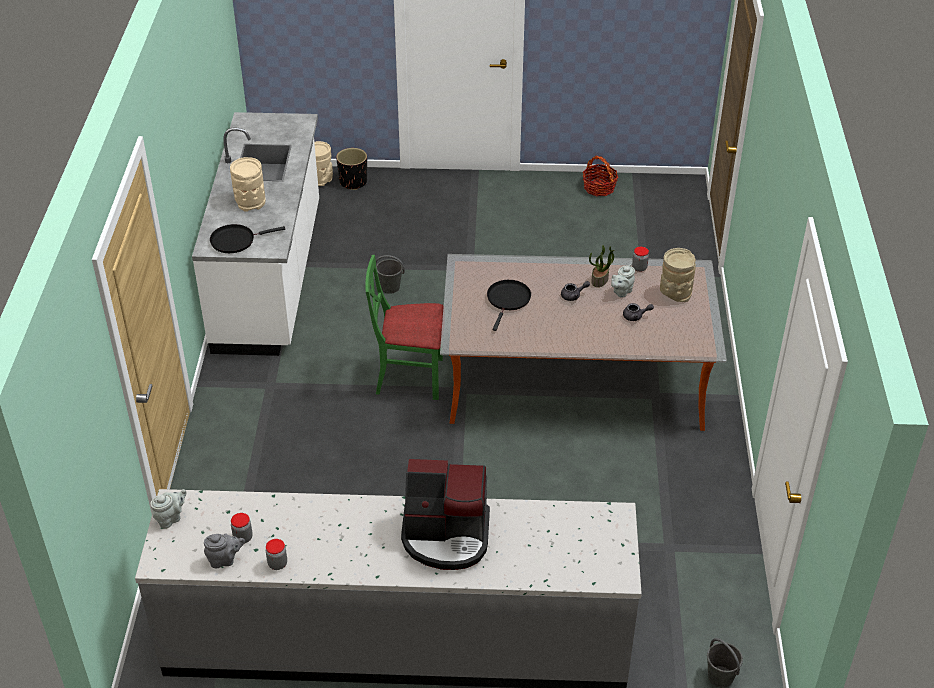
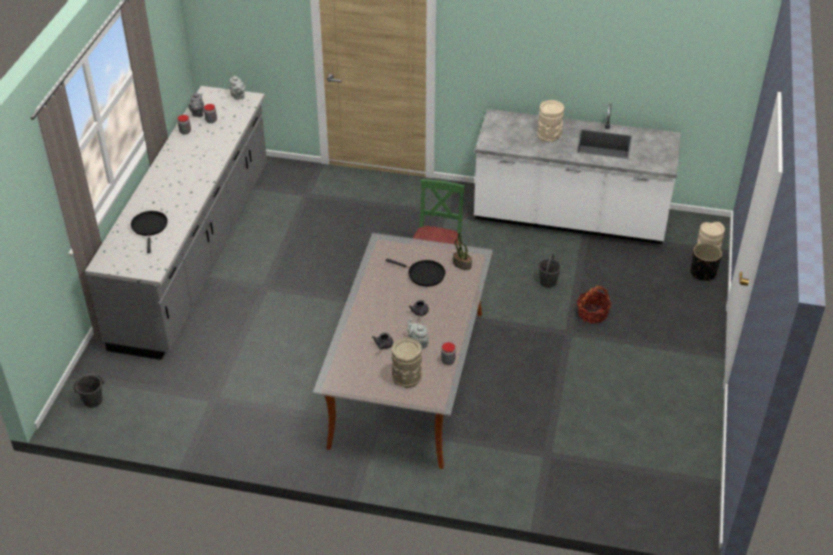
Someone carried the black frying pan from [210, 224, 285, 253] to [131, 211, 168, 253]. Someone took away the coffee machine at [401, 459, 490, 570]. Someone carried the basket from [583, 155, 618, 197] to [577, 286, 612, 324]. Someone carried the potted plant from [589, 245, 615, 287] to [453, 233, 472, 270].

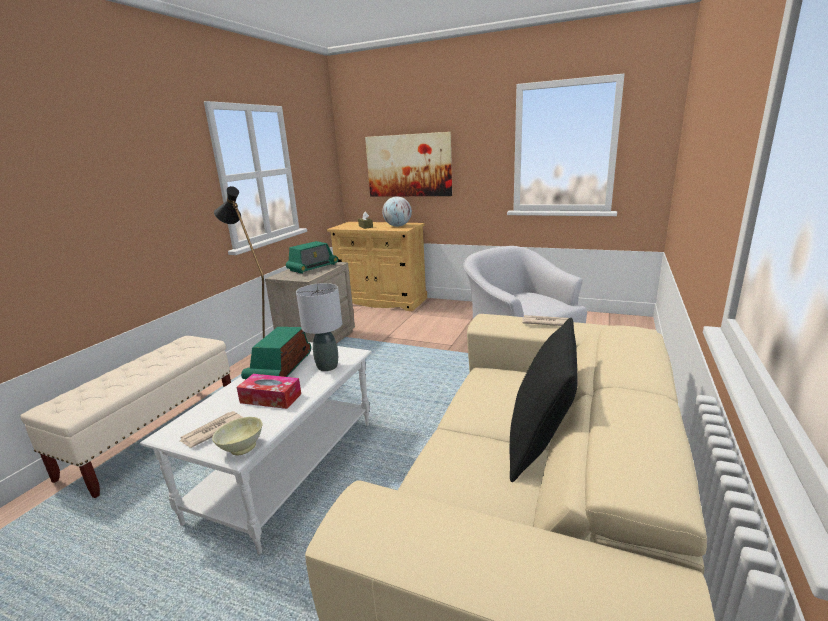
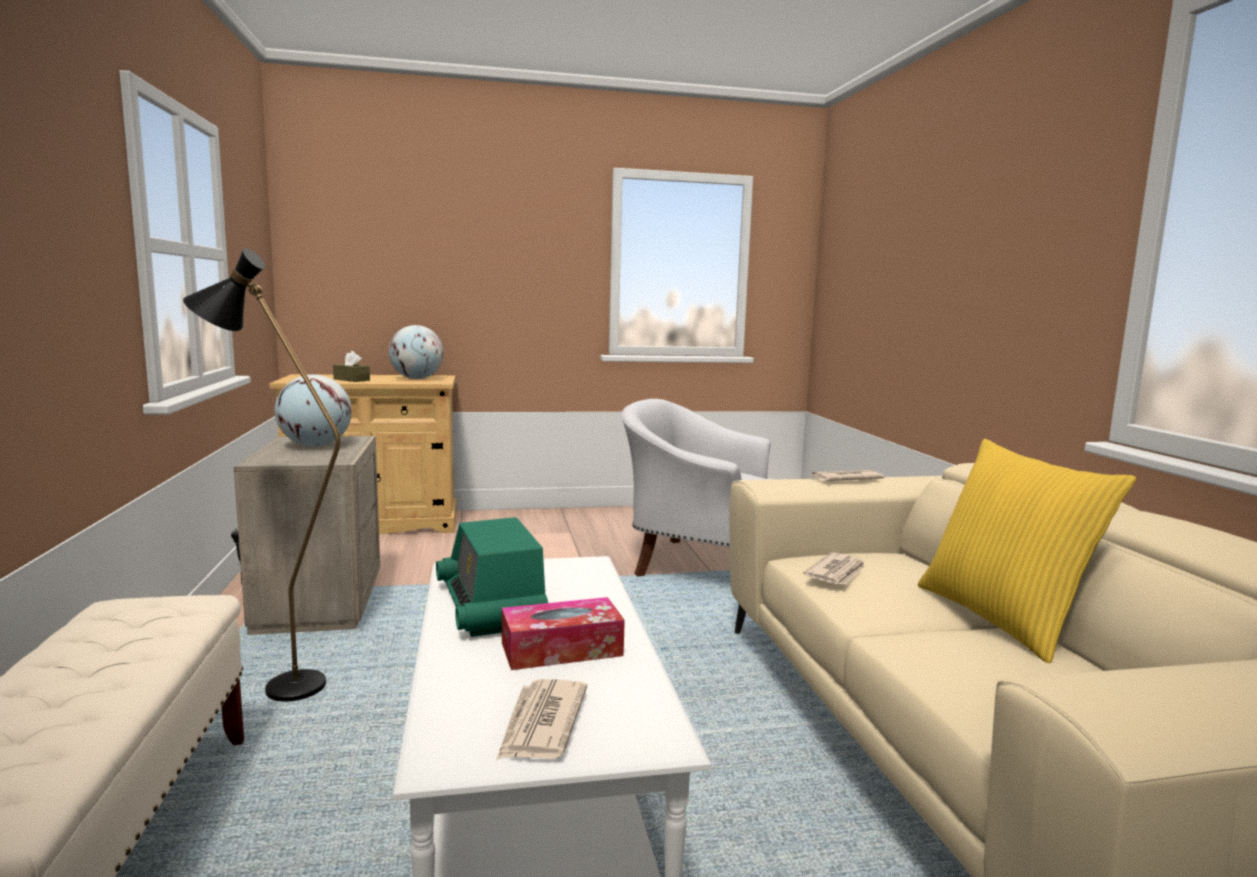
Someone took away the beige bowl at [212, 417, 263, 455]. Someone swapped the radio at [286, 241, 339, 274] for the globe at [275, 375, 352, 447]. Someone took away the grey table lamp at [296, 283, 342, 371]. Someone took away the picture at [365, 132, 452, 197]. Someone repainted the black pillow at [510, 318, 578, 482], which became the yellow pillow at [918, 439, 1136, 663]. Someone put down the newspaper at [803, 552, 865, 585].

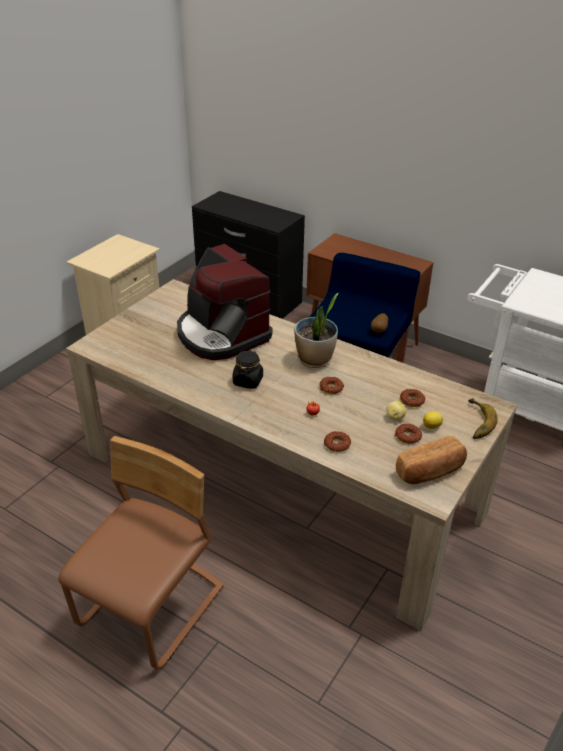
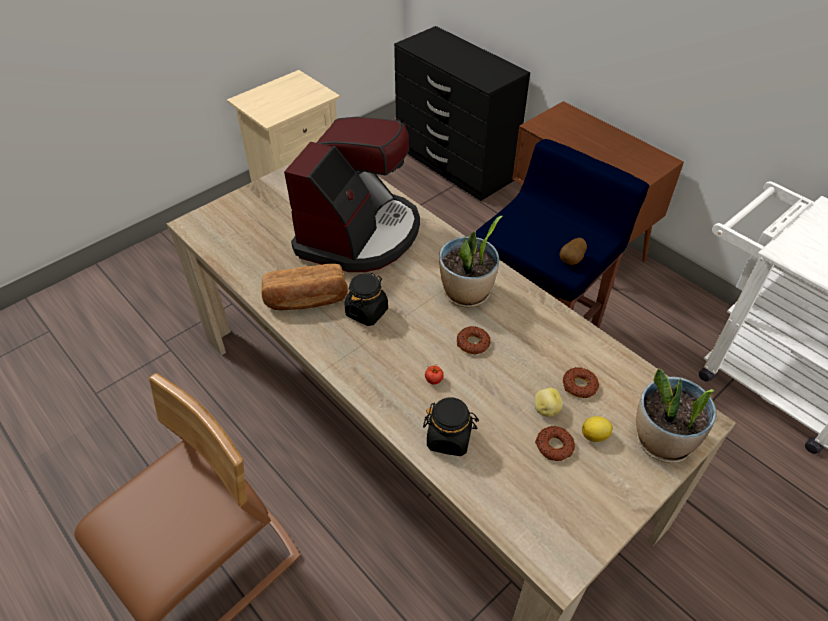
Someone rotated the coffee machine at [177, 244, 272, 360] by 135 degrees counterclockwise. Someone swapped the donut at [324, 431, 351, 452] for the black jar at [423, 397, 479, 456]. Someone carried the bread from [396, 436, 467, 484] to [261, 264, 348, 311]. Someone swapped the banana at [468, 398, 498, 439] for the potted plant at [636, 368, 717, 463].

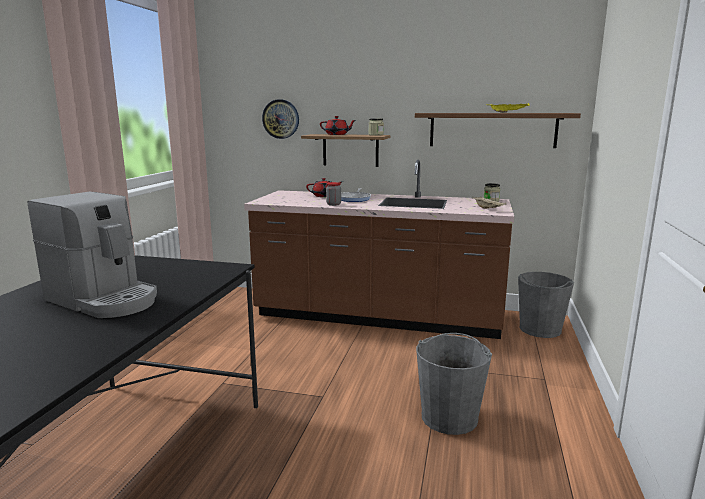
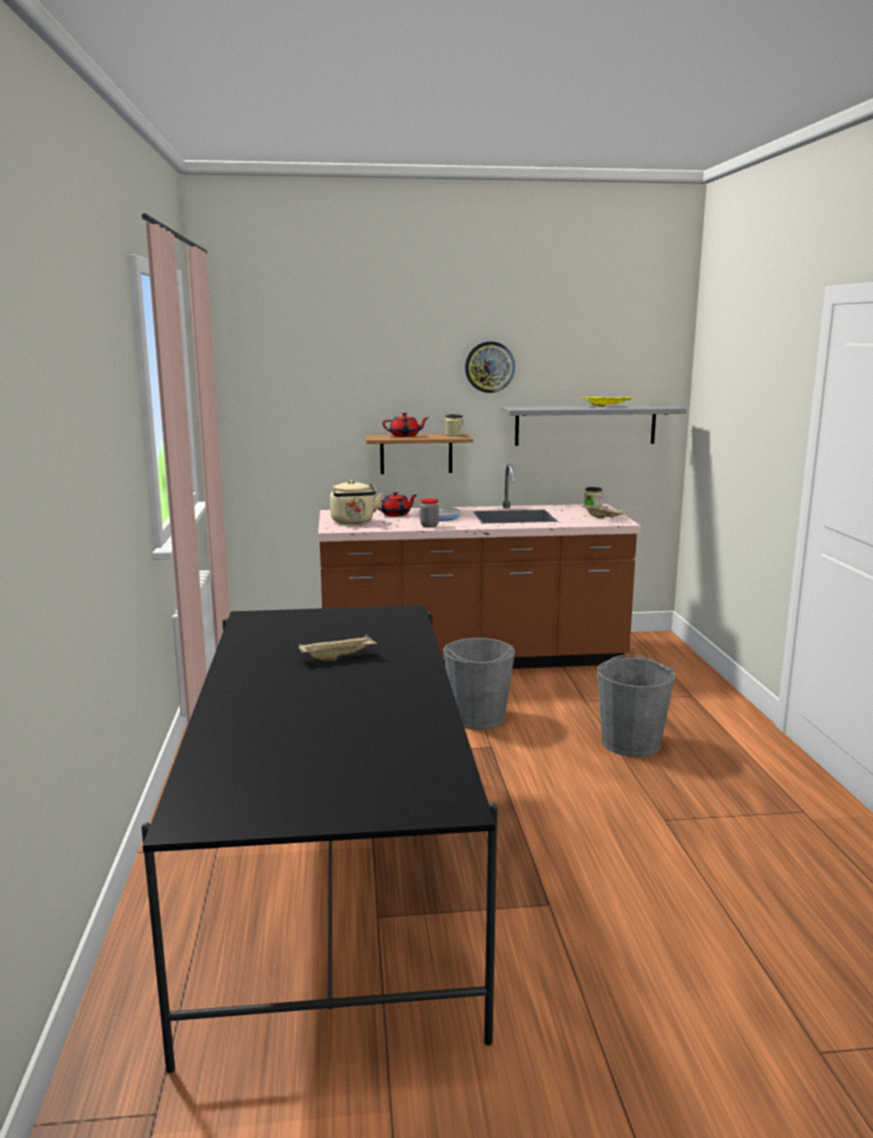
Someone swapped the coffee machine at [28, 192, 157, 318] for the beige tray at [298, 634, 377, 661]. Someone carried the wall clock from [262, 99, 299, 139] to [465, 341, 515, 393]. Someone repainted the brown shelf at [415, 113, 581, 148], which became the grey shelf at [501, 405, 687, 446]. Someone carried the grey bucket from [518, 272, 574, 338] to [443, 638, 515, 730]. Someone put down the beige kettle at [330, 480, 382, 524].

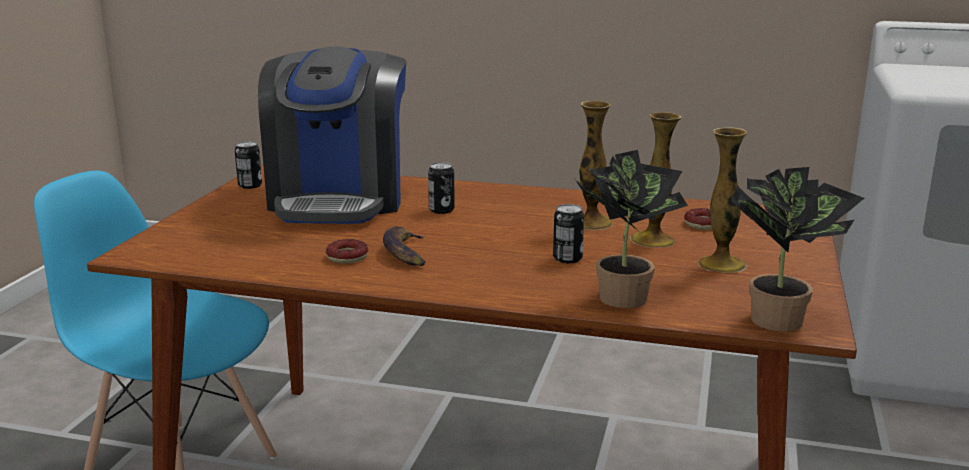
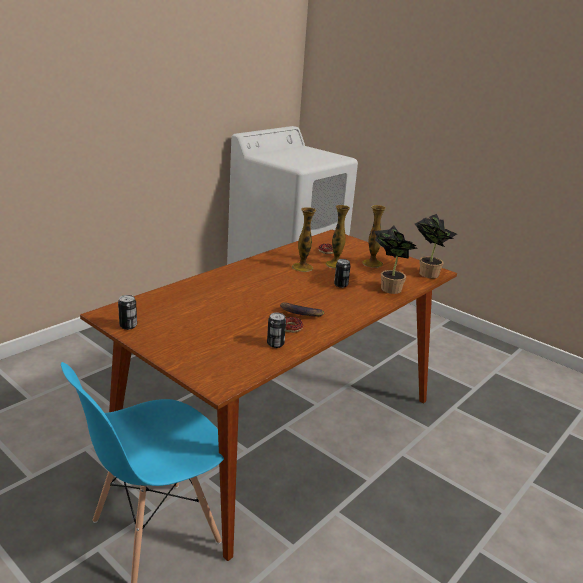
Someone took away the coffee machine at [258, 47, 406, 224]. Someone carried the can from [428, 162, 455, 214] to [267, 313, 286, 348].

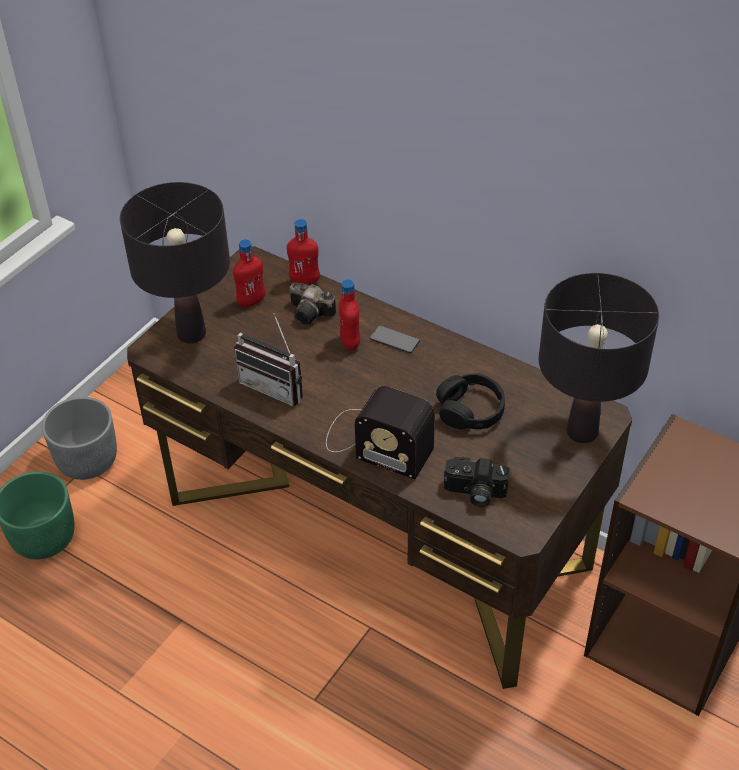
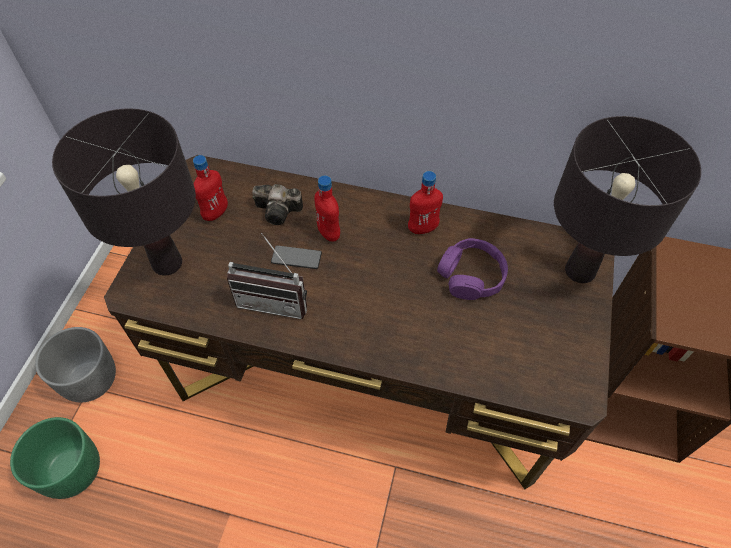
Someone carried the red bottle from [287, 219, 320, 285] to [408, 171, 443, 234]. Someone took away the radio at [326, 386, 435, 480]. Someone carried the phone from [370, 325, 420, 353] to [271, 245, 322, 269]. Someone repainted the black headphones at [436, 373, 505, 430], which became the purple headphones at [437, 238, 508, 300]. Someone took away the photo camera at [444, 457, 510, 507].

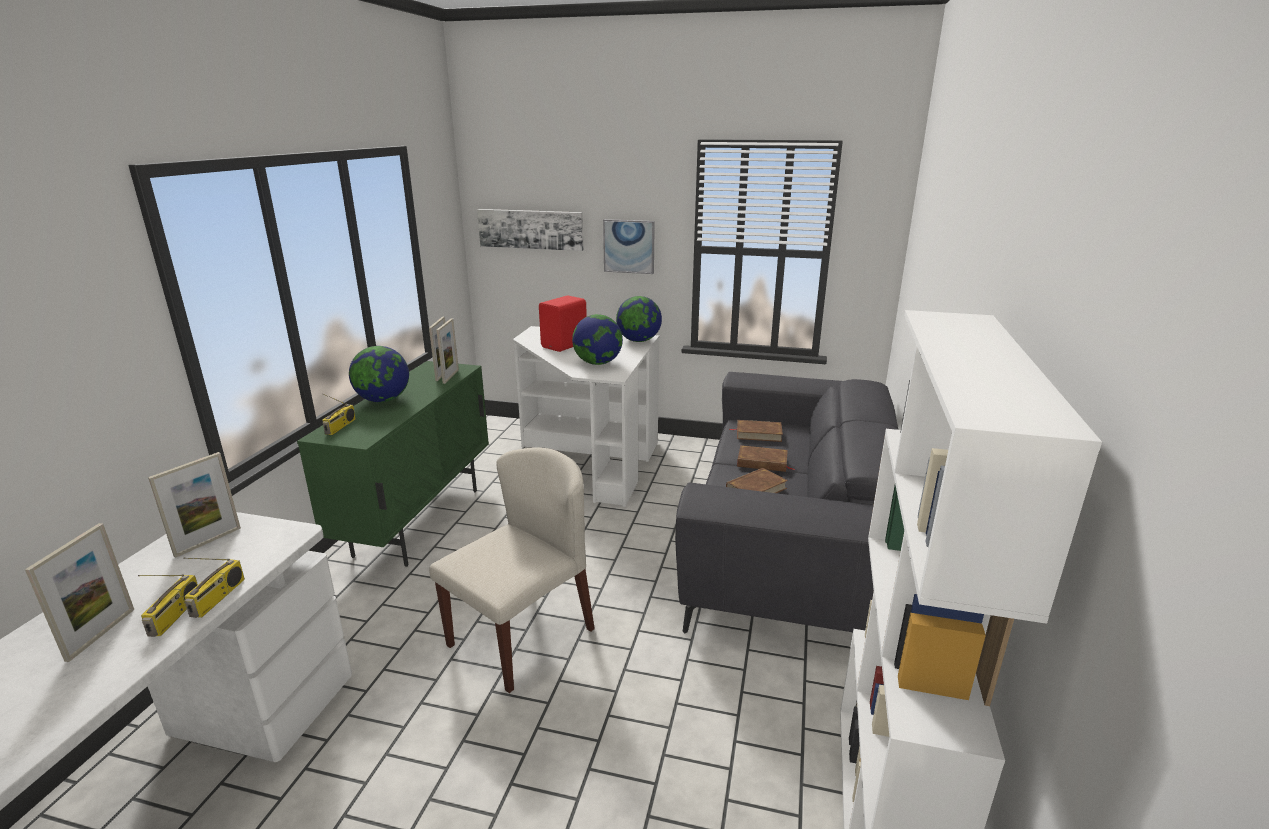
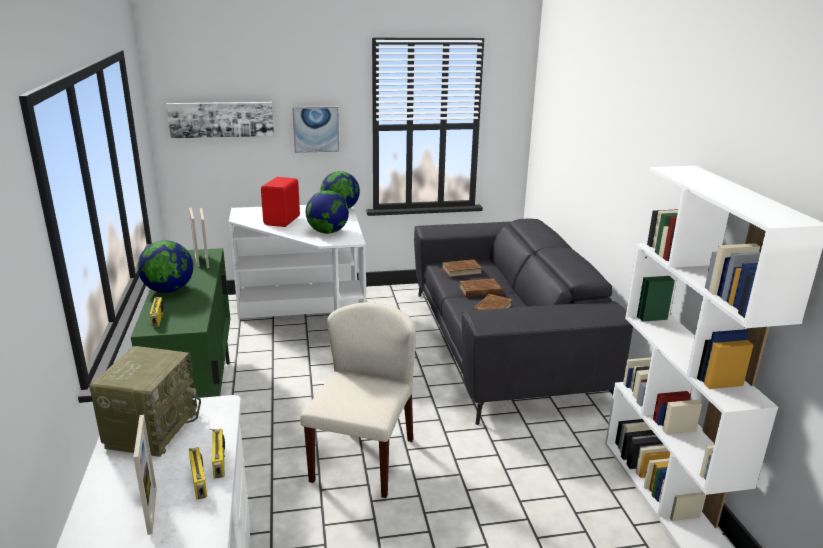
Someone swapped the picture frame at [148, 452, 241, 558] for the radio at [89, 346, 201, 457].

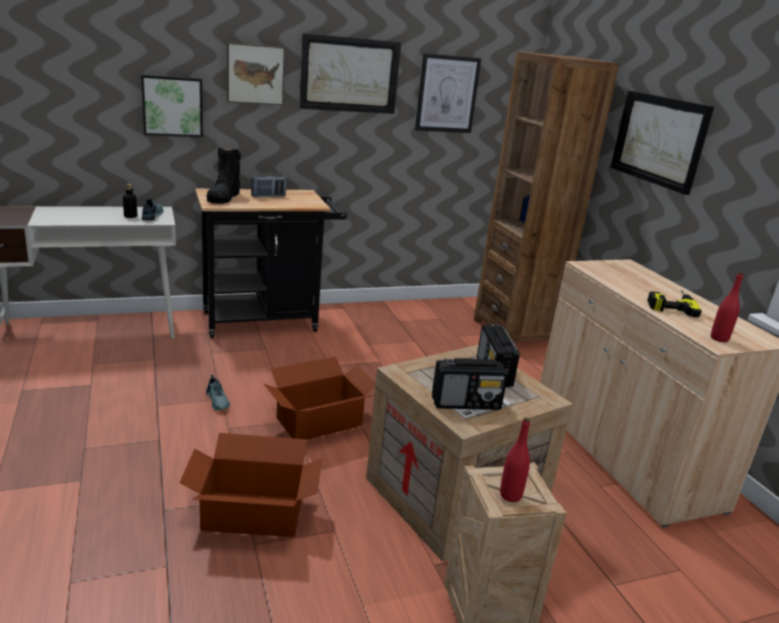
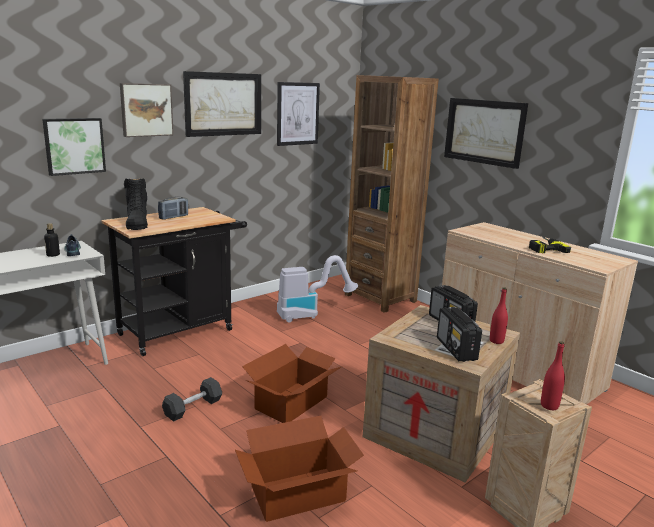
Someone swapped the shoe at [206, 375, 230, 411] for the grey dumbbell at [162, 377, 222, 422]. Someone rotated the radio at [432, 358, 508, 410] by 105 degrees clockwise. Someone carried the red bottle from [711, 272, 744, 342] to [490, 287, 508, 344]. Someone put down the vacuum cleaner at [277, 255, 358, 322].

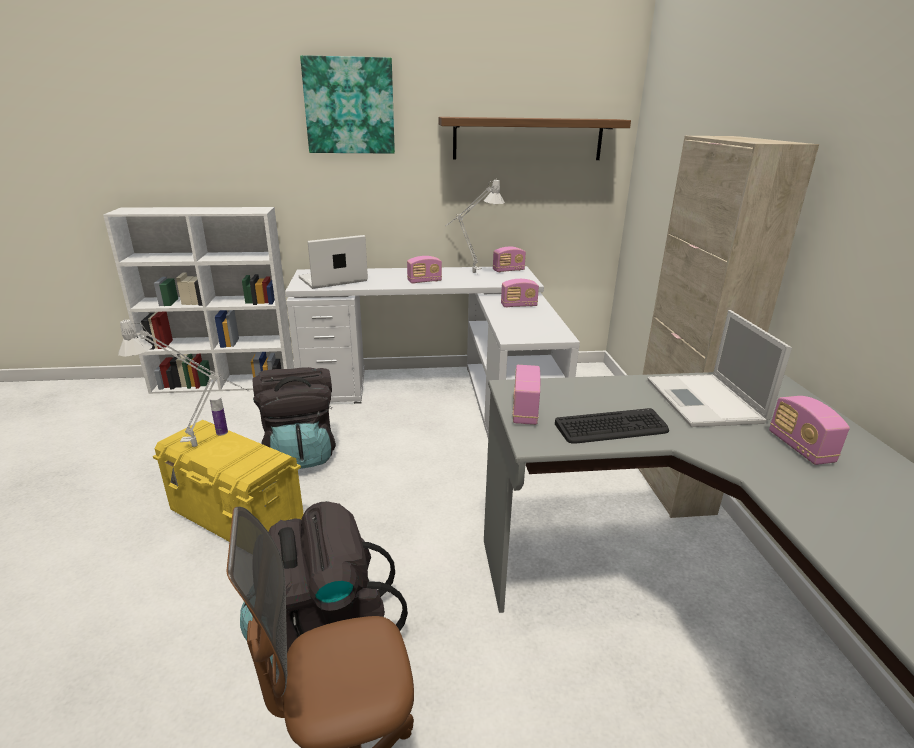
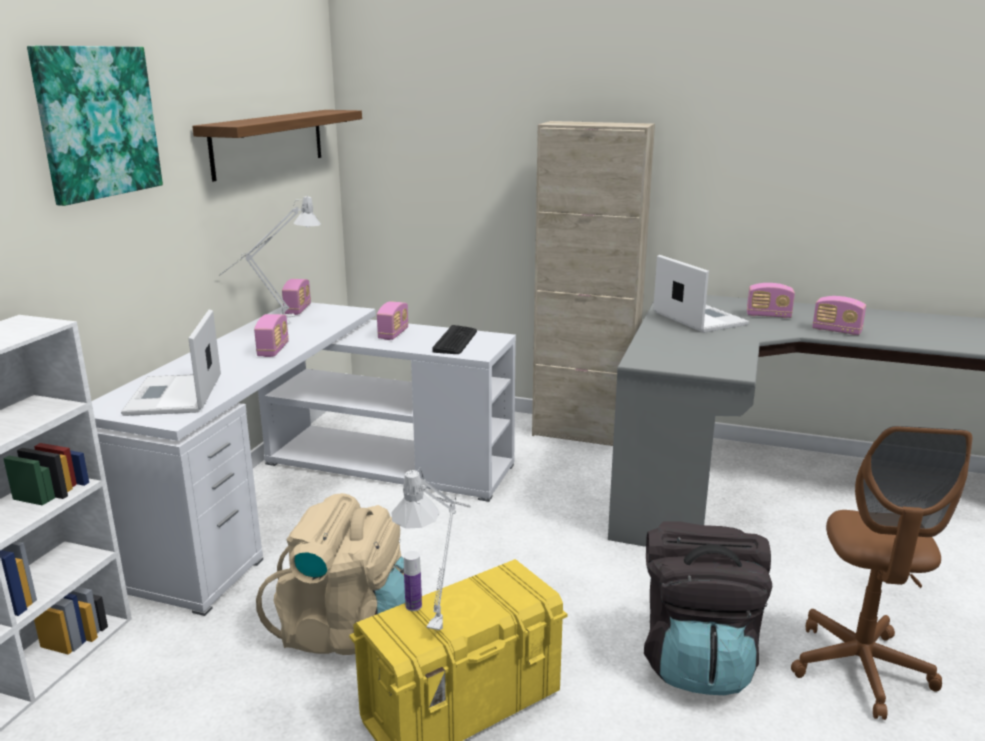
Someone repainted the black backpack at [253, 367, 336, 469], which became the beige backpack at [256, 493, 405, 655]. Someone carried the radio from [512, 365, 540, 425] to [812, 296, 866, 335]. Someone carried the keyboard from [555, 408, 669, 444] to [432, 325, 477, 354]. Someone rotated the laptop at [647, 310, 792, 427] by 135 degrees counterclockwise.

